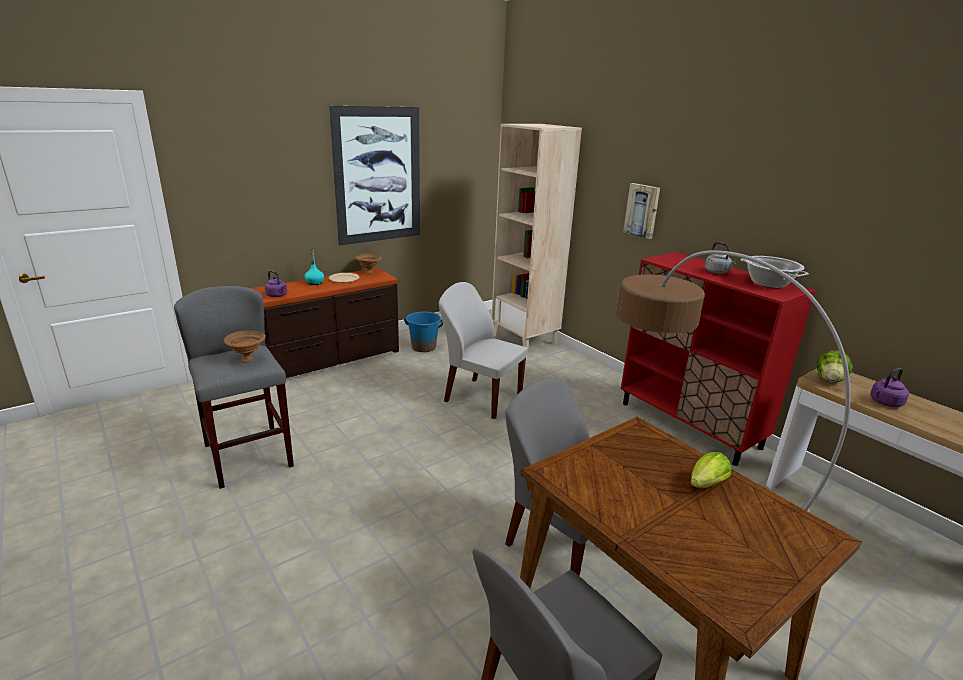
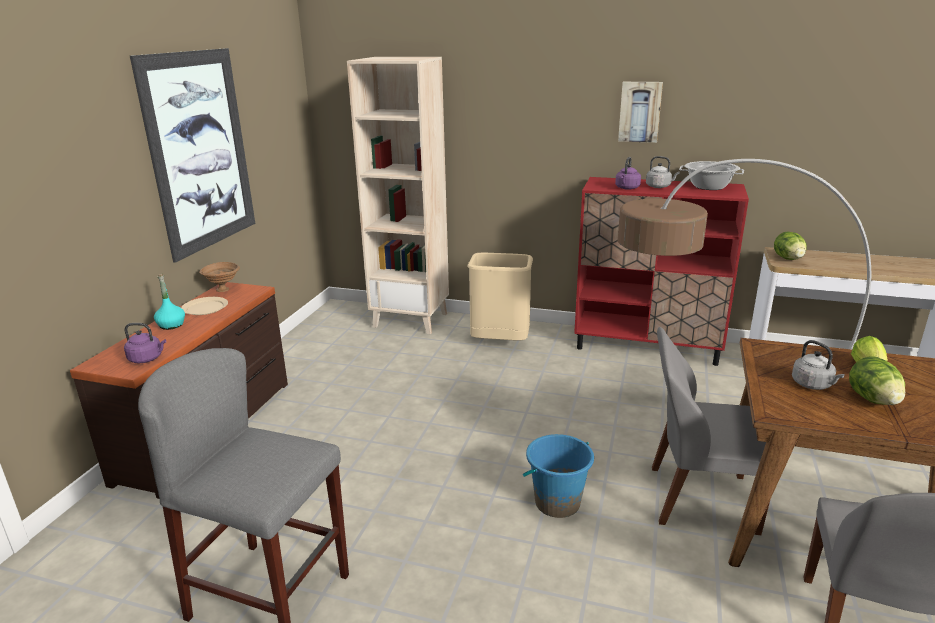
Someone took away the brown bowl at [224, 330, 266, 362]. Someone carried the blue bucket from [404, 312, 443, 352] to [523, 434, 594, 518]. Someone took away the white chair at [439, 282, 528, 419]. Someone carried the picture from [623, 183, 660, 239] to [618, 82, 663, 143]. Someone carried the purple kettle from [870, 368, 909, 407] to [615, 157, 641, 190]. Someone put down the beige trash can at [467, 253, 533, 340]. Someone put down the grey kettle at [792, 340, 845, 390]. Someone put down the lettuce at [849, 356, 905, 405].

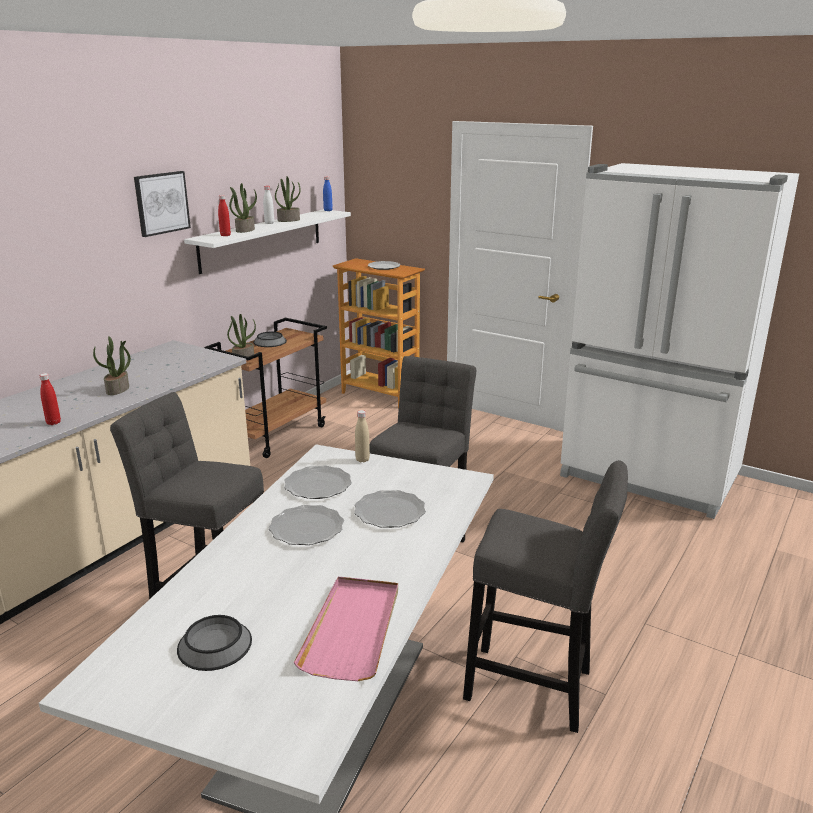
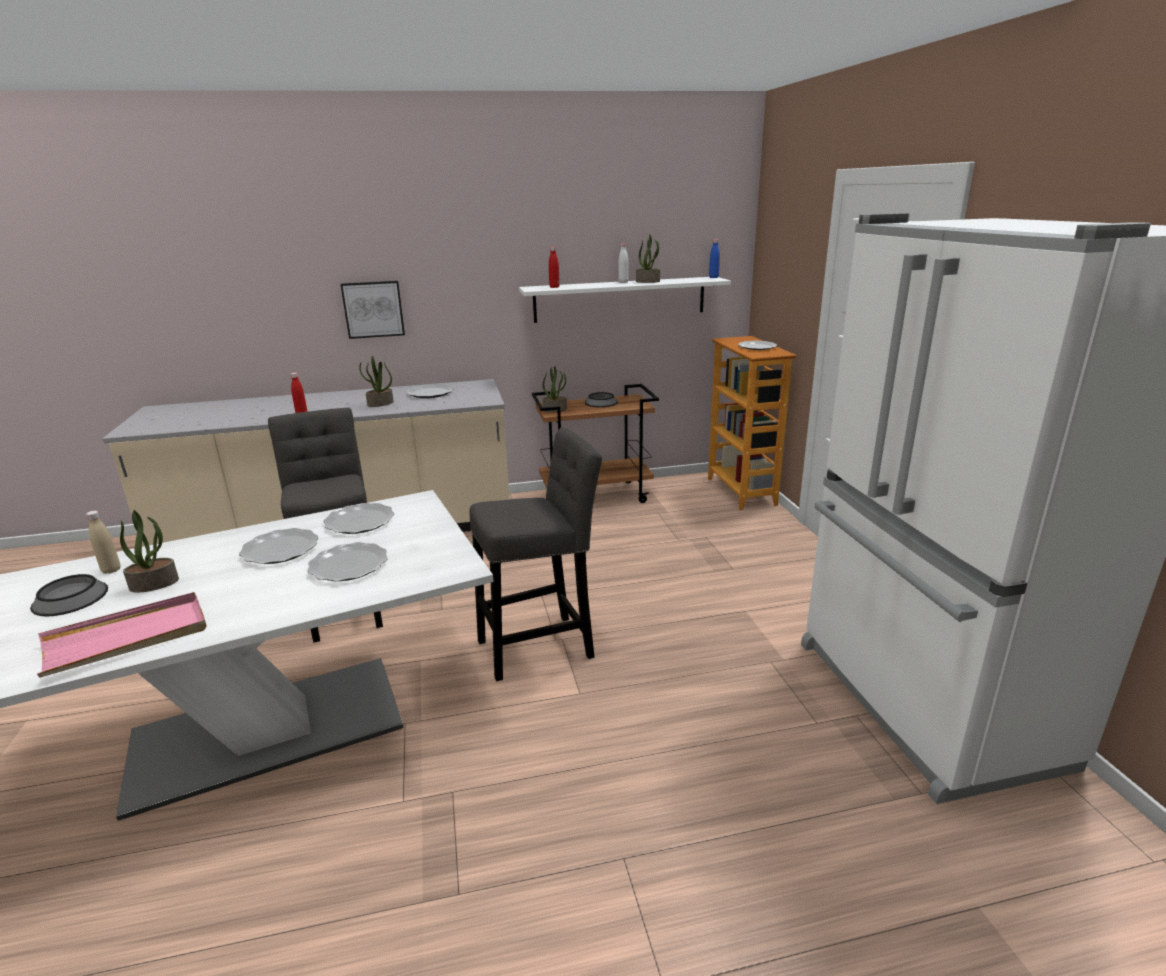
Someone carried the picture from [134, 171, 191, 237] to [340, 281, 405, 339]. Someone carried the potted plant from [229, 183, 257, 233] to [120, 510, 179, 592]. Someone carried the beige bottle from [355, 410, 370, 462] to [86, 511, 120, 574]. Someone took away the grey stool at [463, 460, 628, 733]. Someone put down the plate at [406, 384, 454, 398].

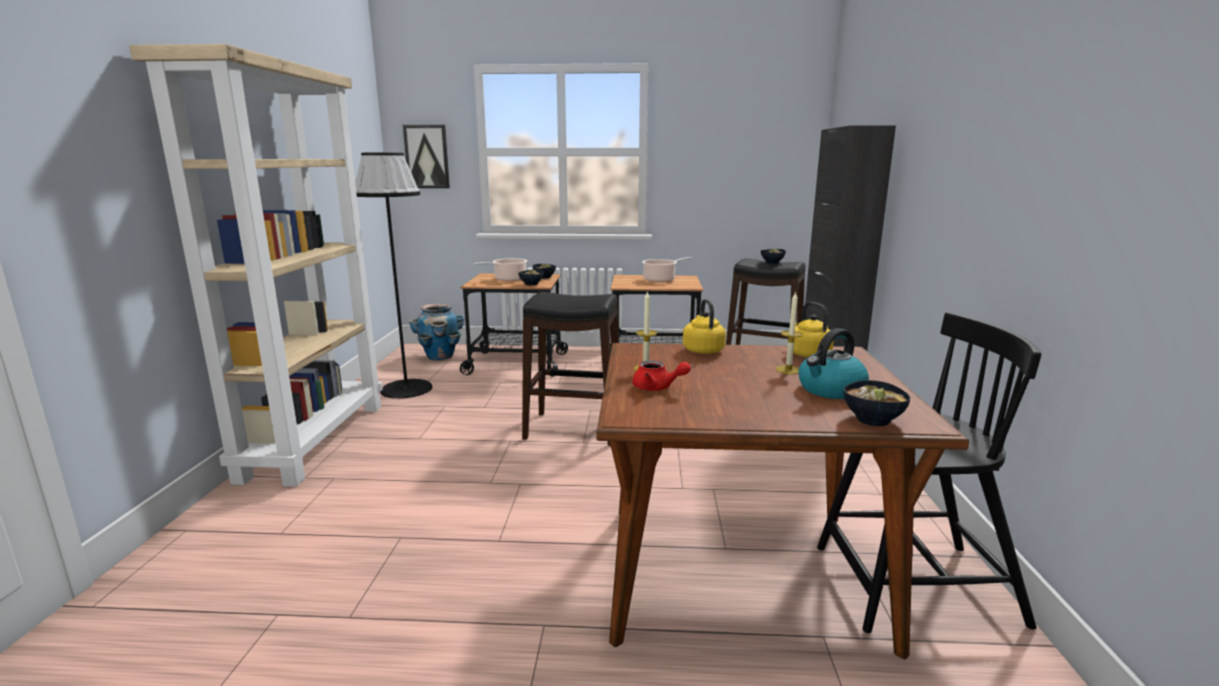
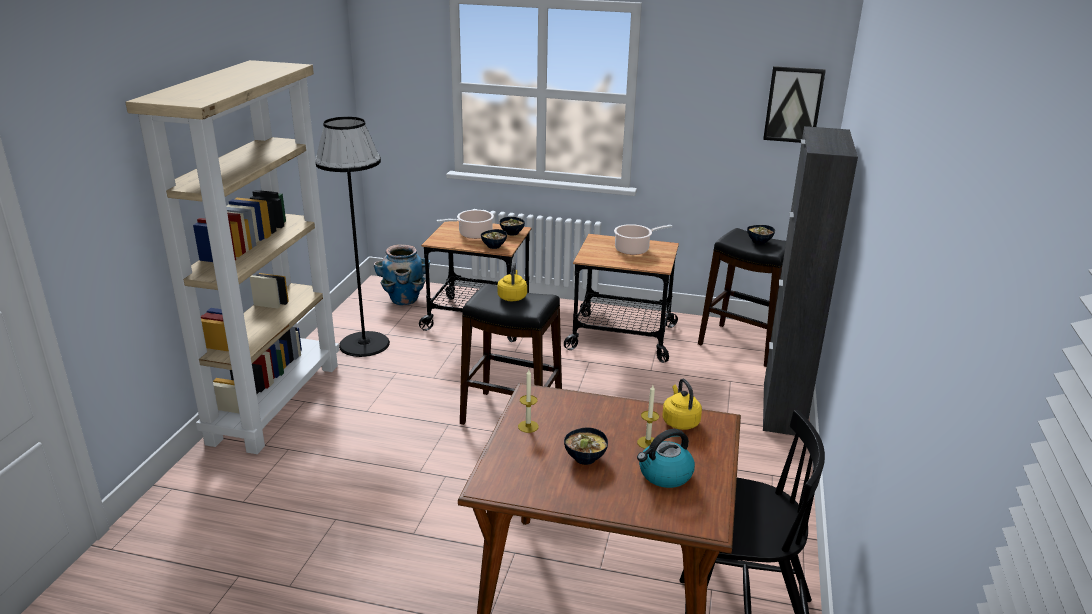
Someone carried the picture from [403, 125, 450, 188] to [763, 66, 826, 143]. Someone took away the red teapot at [633, 361, 691, 391]. Someone carried the yellow kettle from [683, 299, 726, 354] to [497, 262, 527, 301]. Someone carried the bowl from [844, 380, 910, 426] to [564, 427, 608, 465].

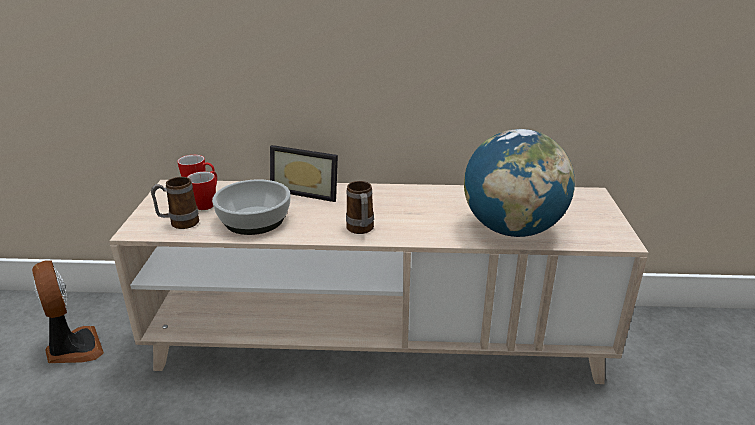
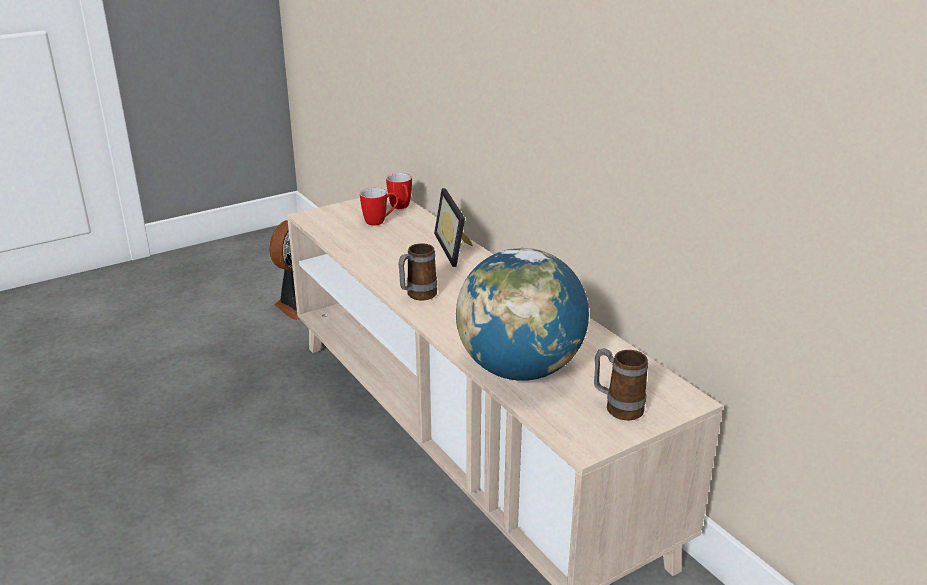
Someone carried the mug from [151, 177, 199, 229] to [594, 348, 648, 420]. Someone took away the bowl at [212, 179, 291, 235].

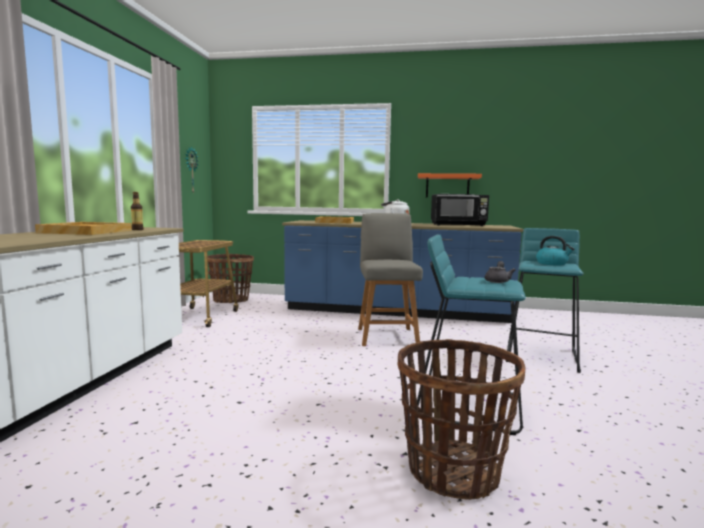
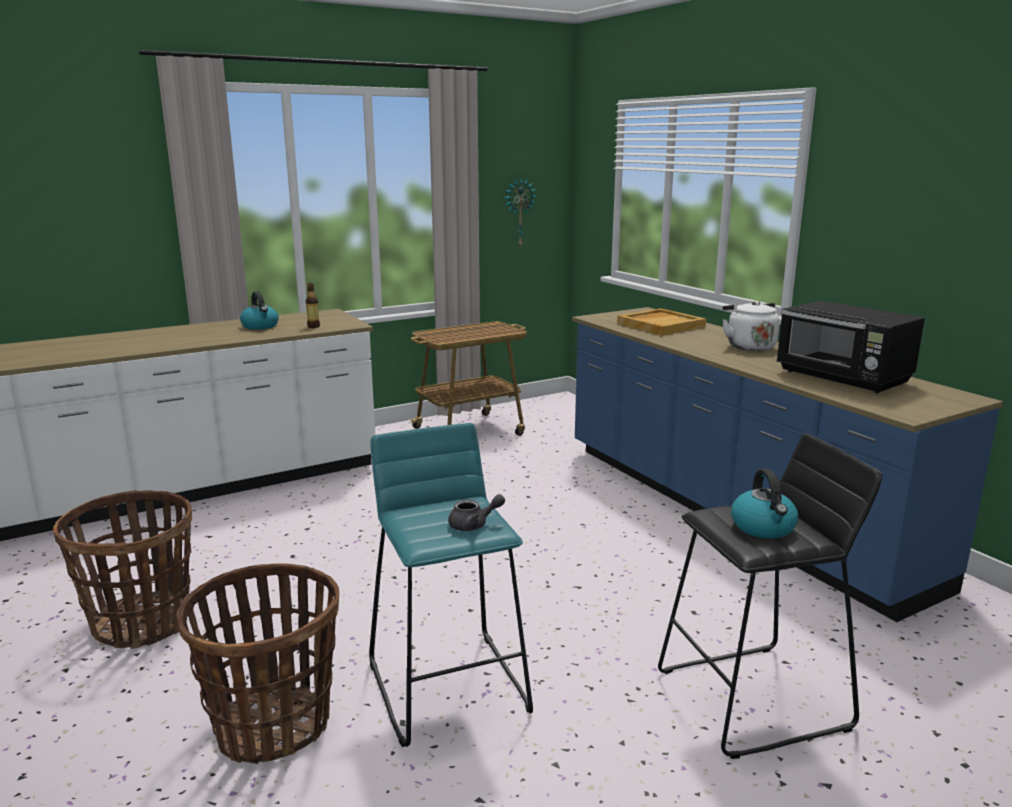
Someone swapped the beige tray at [35, 222, 132, 235] for the kettle at [240, 291, 279, 330]. Someone carried the basket from [208, 254, 254, 303] to [53, 490, 192, 649]. Someone took away the grey chair at [358, 213, 423, 346]. Someone took away the orange shelf at [418, 173, 482, 198]. Someone repainted the turquoise stool at [506, 228, 584, 373], which became the black stool at [658, 433, 882, 759].

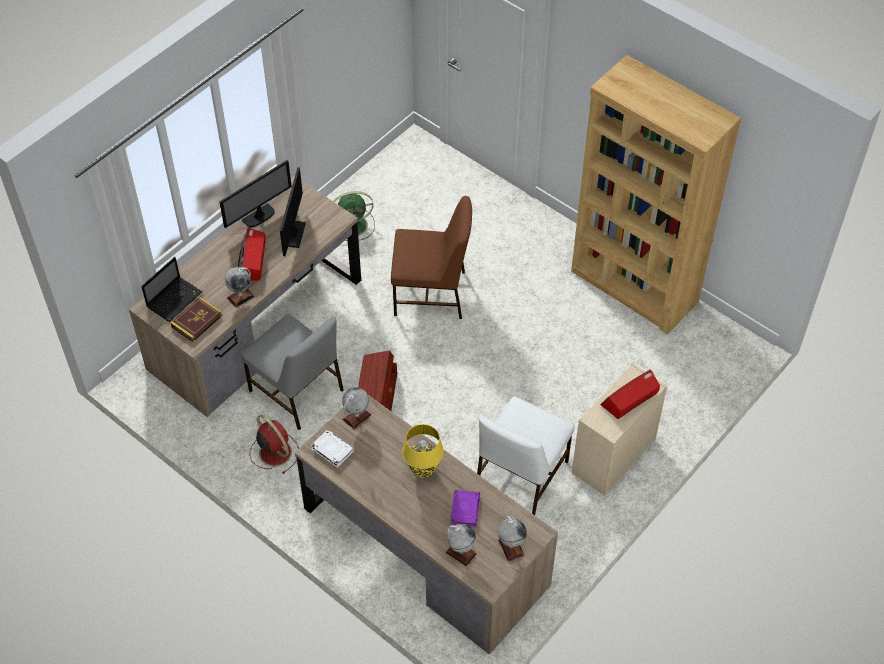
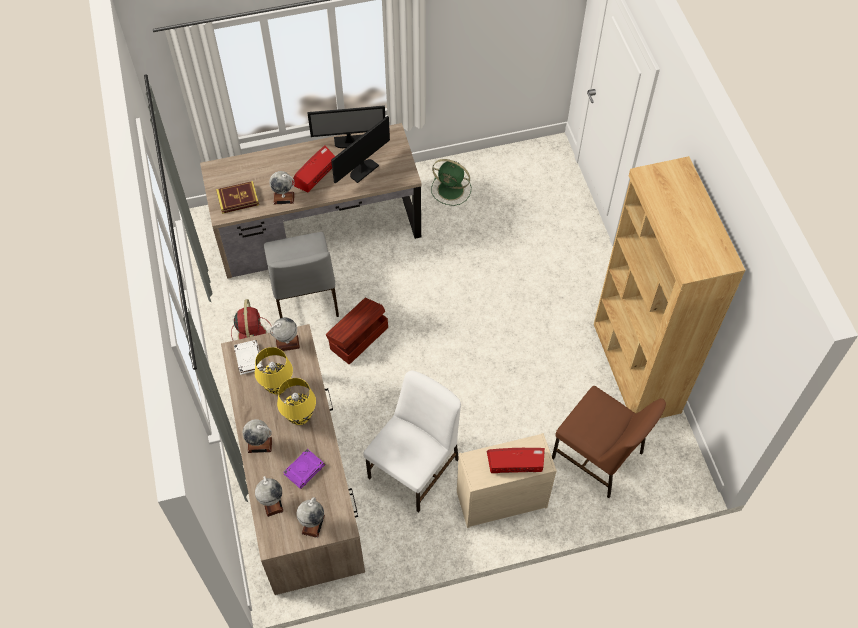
Someone took away the laptop at [141, 257, 202, 322]. Someone carried the brown chair from [391, 196, 472, 319] to [552, 386, 666, 498]. Someone rotated the white chair at [477, 396, 574, 515] by 150 degrees clockwise. Someone put down the globe at [243, 419, 272, 453]. Someone put down the yellow table lamp at [255, 347, 293, 394].

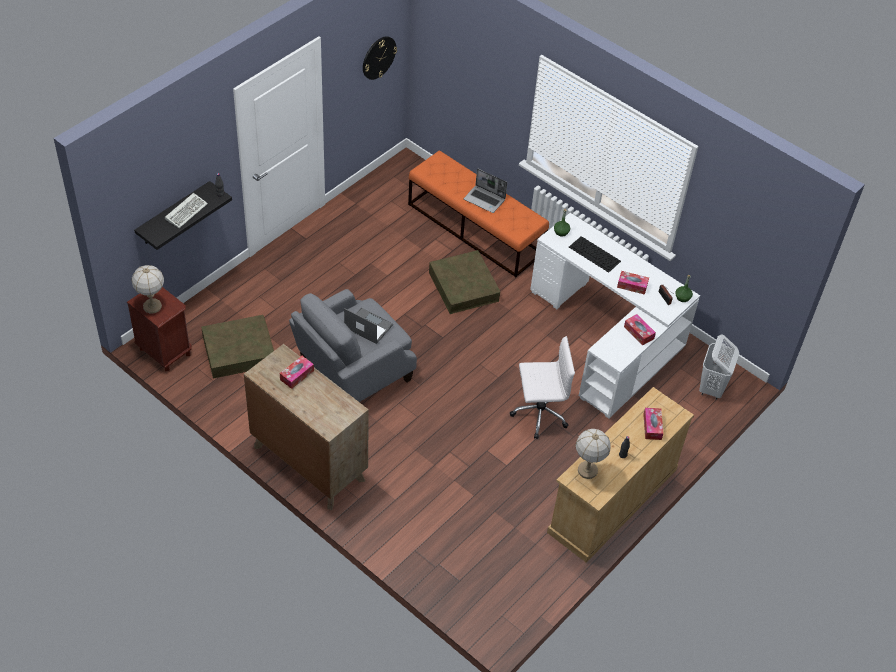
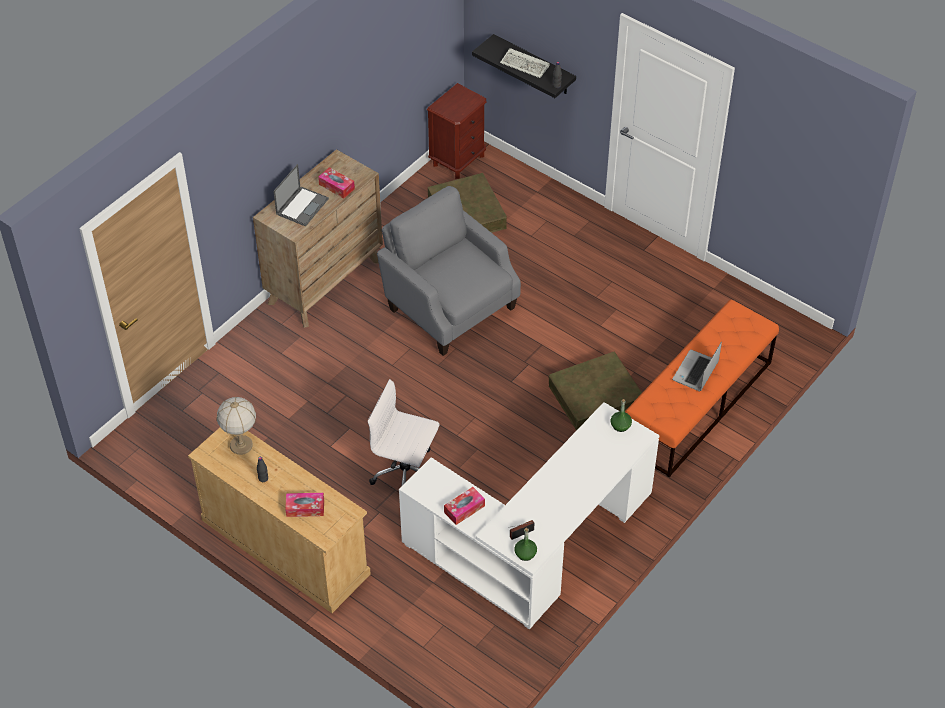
Someone took away the table lamp at [132, 265, 164, 314]. Someone carried the laptop from [344, 307, 393, 344] to [273, 164, 329, 226]. Someone took away the wall clock at [363, 36, 397, 80]. Someone rotated the white office chair at [510, 336, 575, 439] by 120 degrees clockwise. Someone took away the keyboard at [569, 236, 621, 273]. Someone took away the tissue box at [617, 271, 649, 295]. Someone took away the white laundry basket at [699, 334, 739, 400].

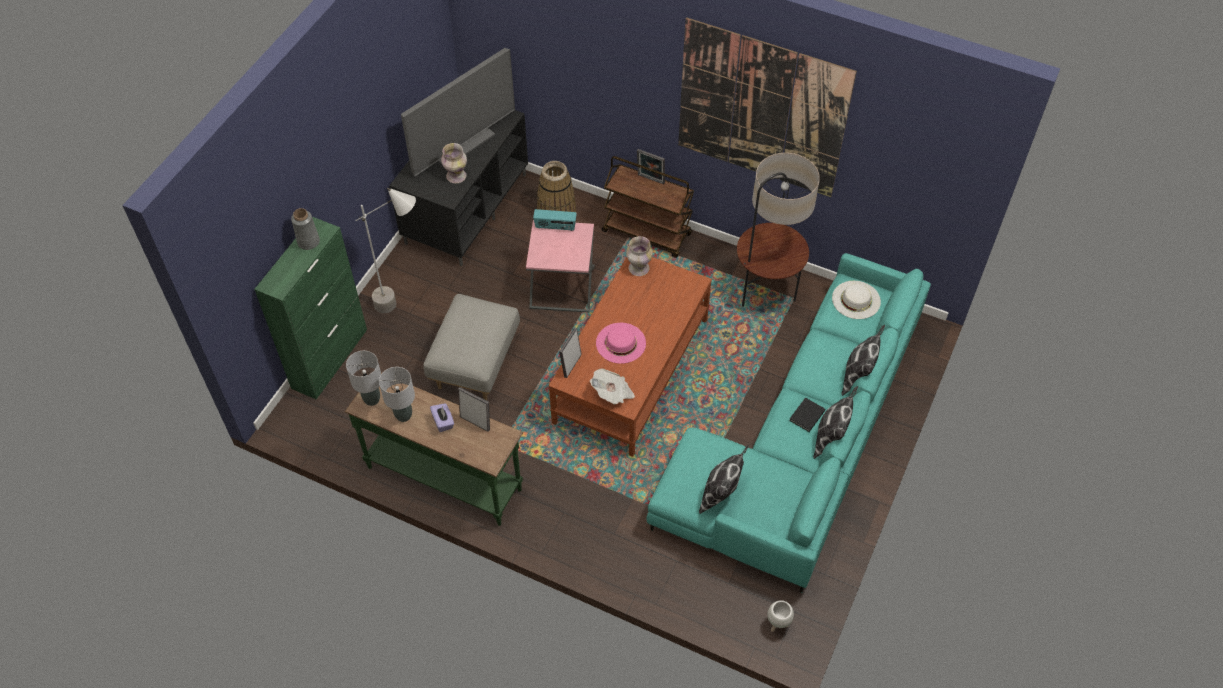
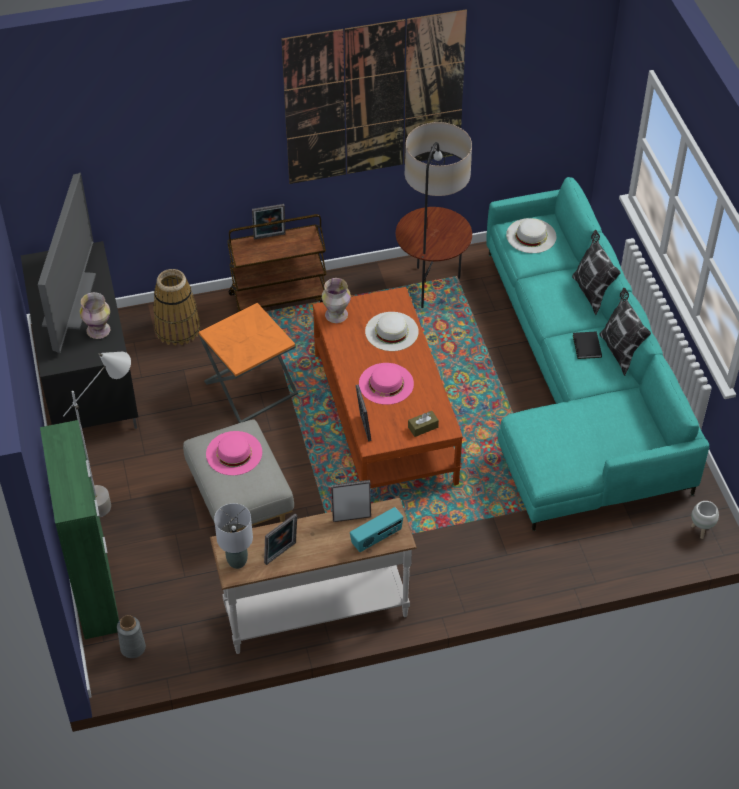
Someone carried the grey vase from [291, 208, 320, 250] to [117, 615, 146, 658]. Someone repainted the green console table at [345, 373, 523, 526], which became the white console table at [210, 498, 417, 654]. Someone swapped the grey table lamp at [379, 367, 415, 422] for the picture frame at [264, 514, 297, 565]. Someone took away the purple tissue box at [430, 403, 454, 432]. Someone repainted the pink side table at [526, 220, 595, 313], which became the orange side table at [199, 303, 298, 423]. Someone carried the radio from [533, 209, 577, 231] to [350, 507, 403, 552]. Someone swapped the newspaper at [590, 368, 635, 404] for the brown tissue box at [408, 411, 439, 437]. Someone took away the pillow at [699, 445, 749, 514]. Someone put down the pink hat at [206, 431, 262, 475]. Someone put down the white hat at [365, 312, 419, 351].

